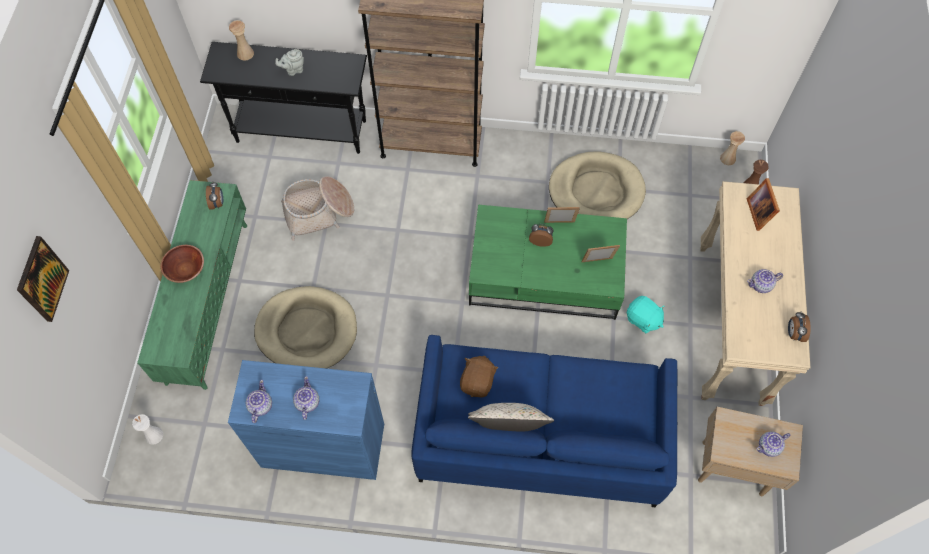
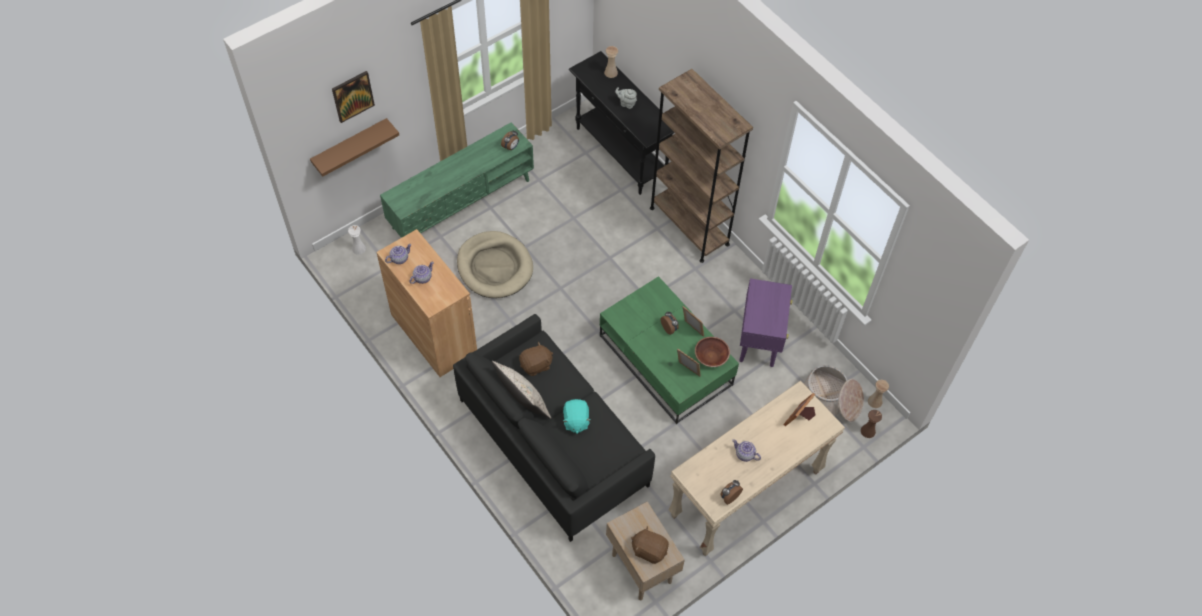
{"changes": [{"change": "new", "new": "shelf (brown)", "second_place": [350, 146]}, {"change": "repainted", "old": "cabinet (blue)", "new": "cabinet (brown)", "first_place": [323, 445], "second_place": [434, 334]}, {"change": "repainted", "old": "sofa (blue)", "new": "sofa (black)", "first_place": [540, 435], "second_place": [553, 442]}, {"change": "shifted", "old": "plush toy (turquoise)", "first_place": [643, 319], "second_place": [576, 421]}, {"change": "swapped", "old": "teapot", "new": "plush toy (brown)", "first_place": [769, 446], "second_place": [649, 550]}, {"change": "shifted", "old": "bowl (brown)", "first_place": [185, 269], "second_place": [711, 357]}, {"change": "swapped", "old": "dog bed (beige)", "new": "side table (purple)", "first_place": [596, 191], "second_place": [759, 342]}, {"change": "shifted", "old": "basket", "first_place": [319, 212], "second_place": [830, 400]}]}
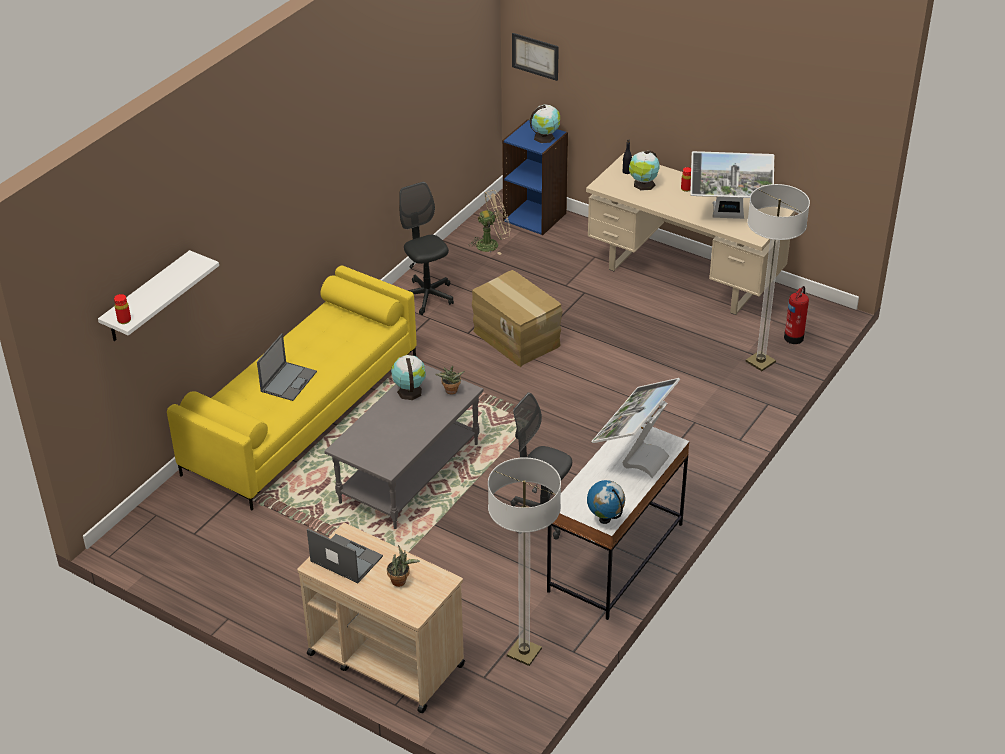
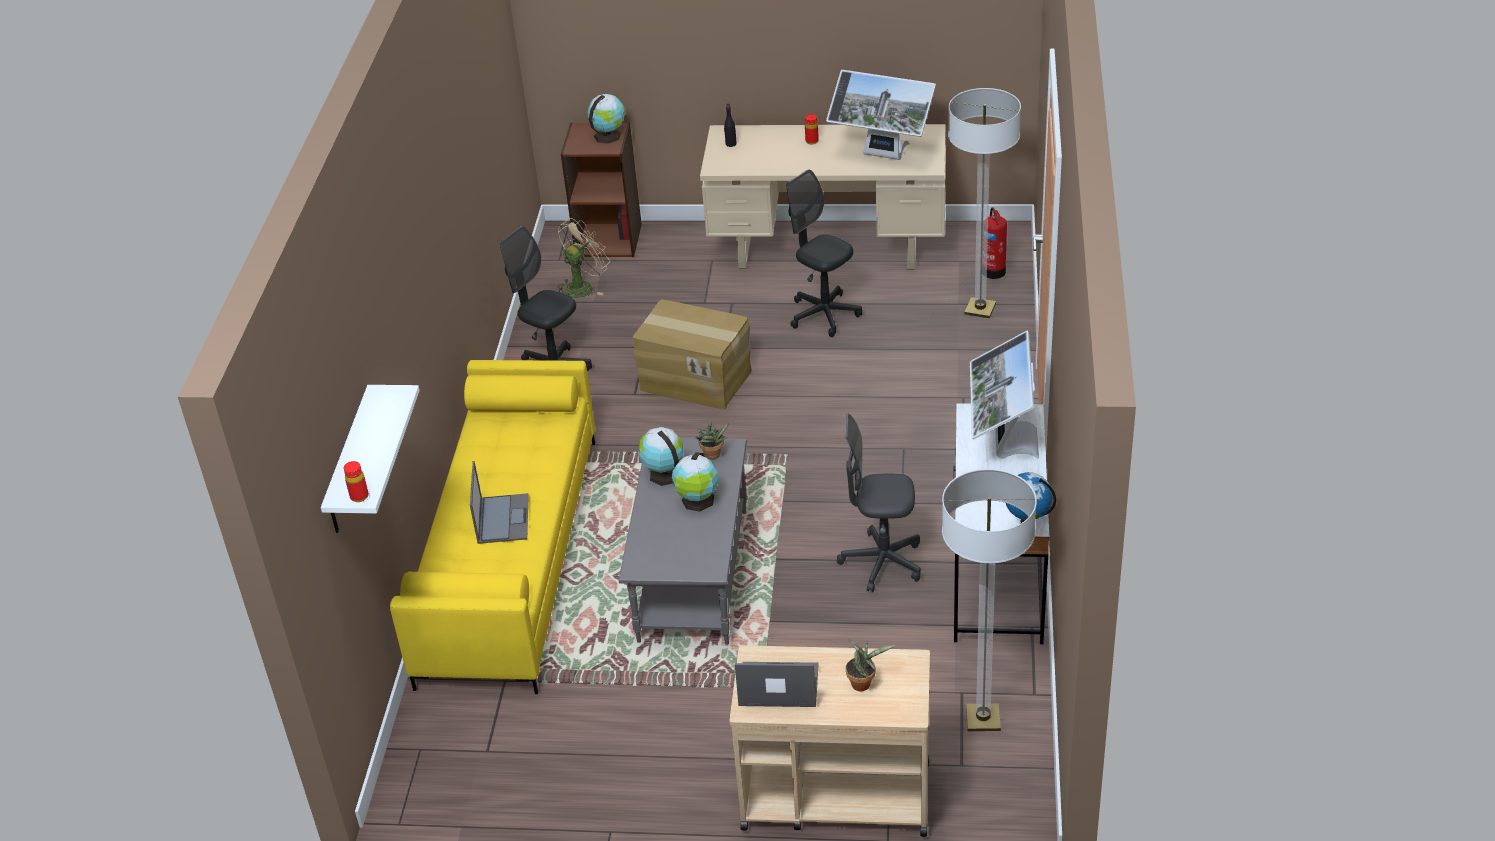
{"changes": [{"change": "repainted", "old": "bookcase (blue)", "new": "bookcase (brown)", "first_place": [535, 216], "second_place": [609, 239]}, {"change": "shifted", "old": "globe", "first_place": [643, 185], "second_place": [697, 501]}, {"change": "new", "new": "office chair (black)", "second_place": [824, 315]}, {"change": "rotated", "old": "monitor", "first_place": [728, 217], "second_place": [882, 156], "degrees": 45}, {"change": "gone", "old": "picture", "first_place": [535, 56]}]}
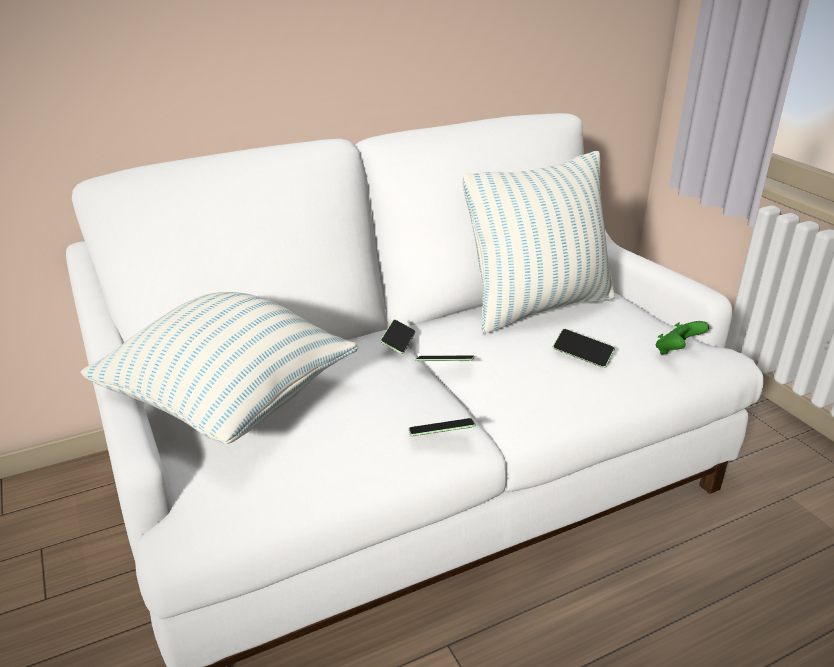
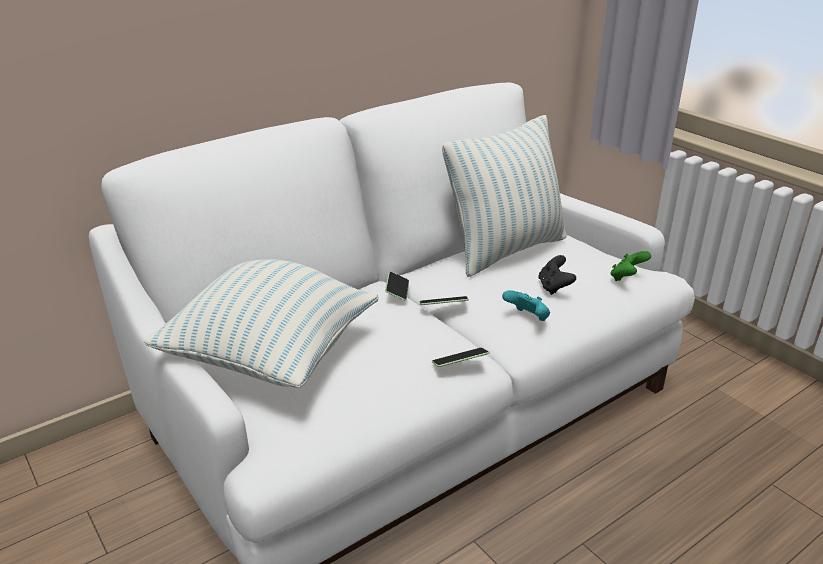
{"changes": [{"change": "new", "new": "game controller (turquoise)", "second_place": [527, 318]}, {"change": "swapped", "old": "phone", "new": "game controller (black)", "first_place": [582, 355], "second_place": [554, 287]}]}
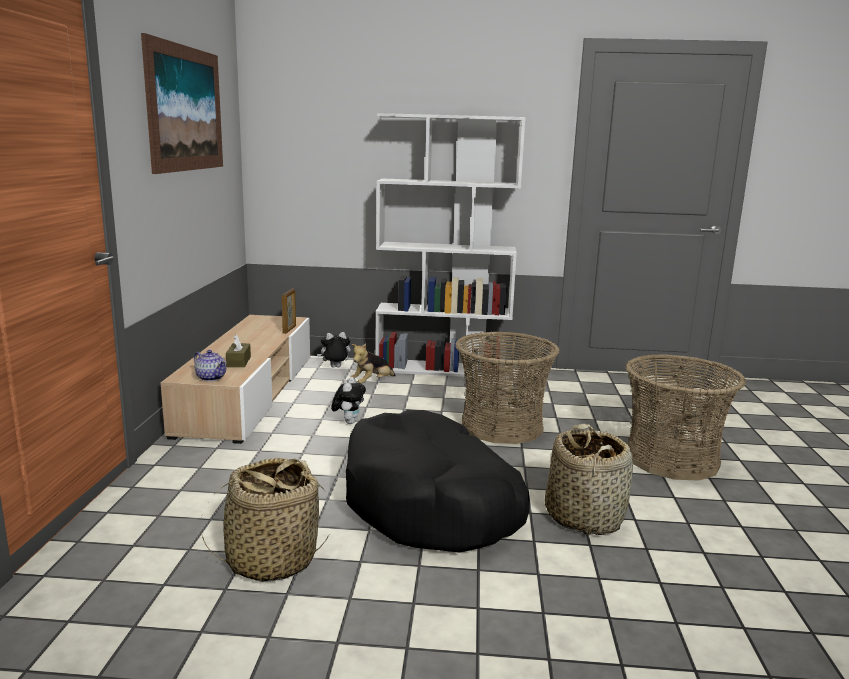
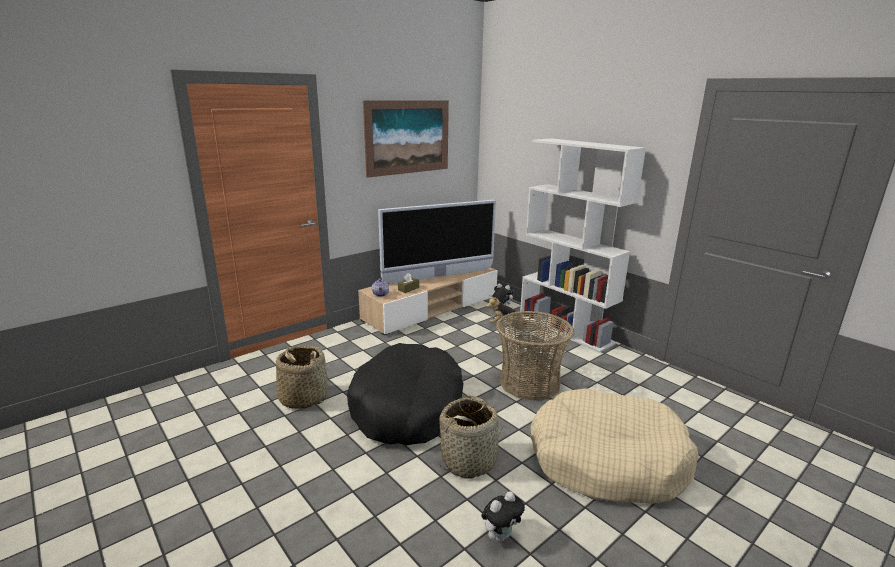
{"changes": [{"change": "new", "new": "television", "second_place": [439, 276]}, {"change": "shifted", "old": "plush toy", "first_place": [349, 422], "second_place": [501, 535]}, {"change": "swapped", "old": "basket", "new": "dog bed (beige)", "first_place": [671, 459], "second_place": [606, 460]}, {"change": "gone", "old": "picture frame", "first_place": [289, 329]}]}
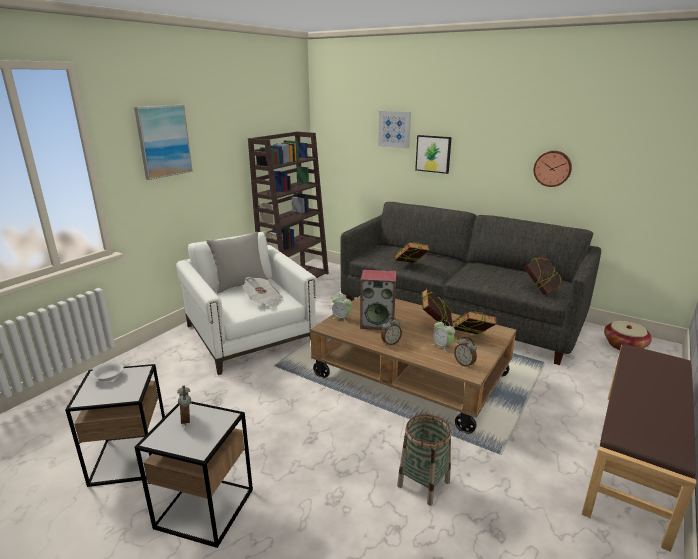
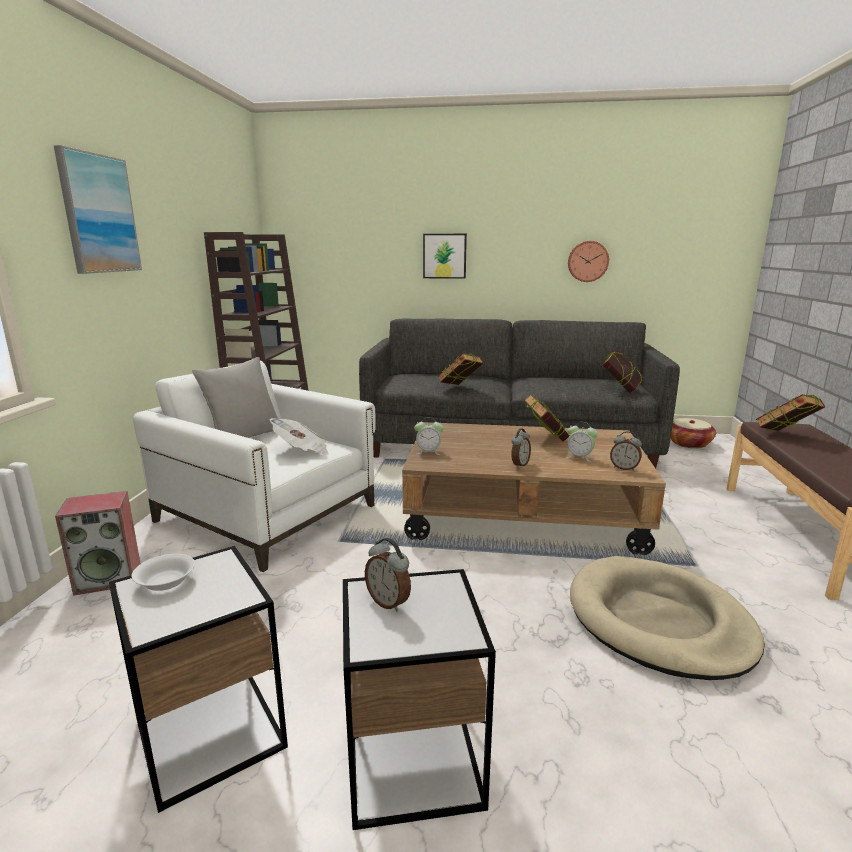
{"changes": [{"change": "shifted", "old": "speaker", "first_place": [378, 323], "second_place": [109, 578]}, {"change": "swapped", "old": "basket", "new": "dog bed (beige)", "first_place": [423, 484], "second_place": [658, 621]}, {"change": "shifted", "old": "book", "first_place": [471, 340], "second_place": [785, 436]}, {"change": "gone", "old": "picture", "first_place": [394, 129]}]}
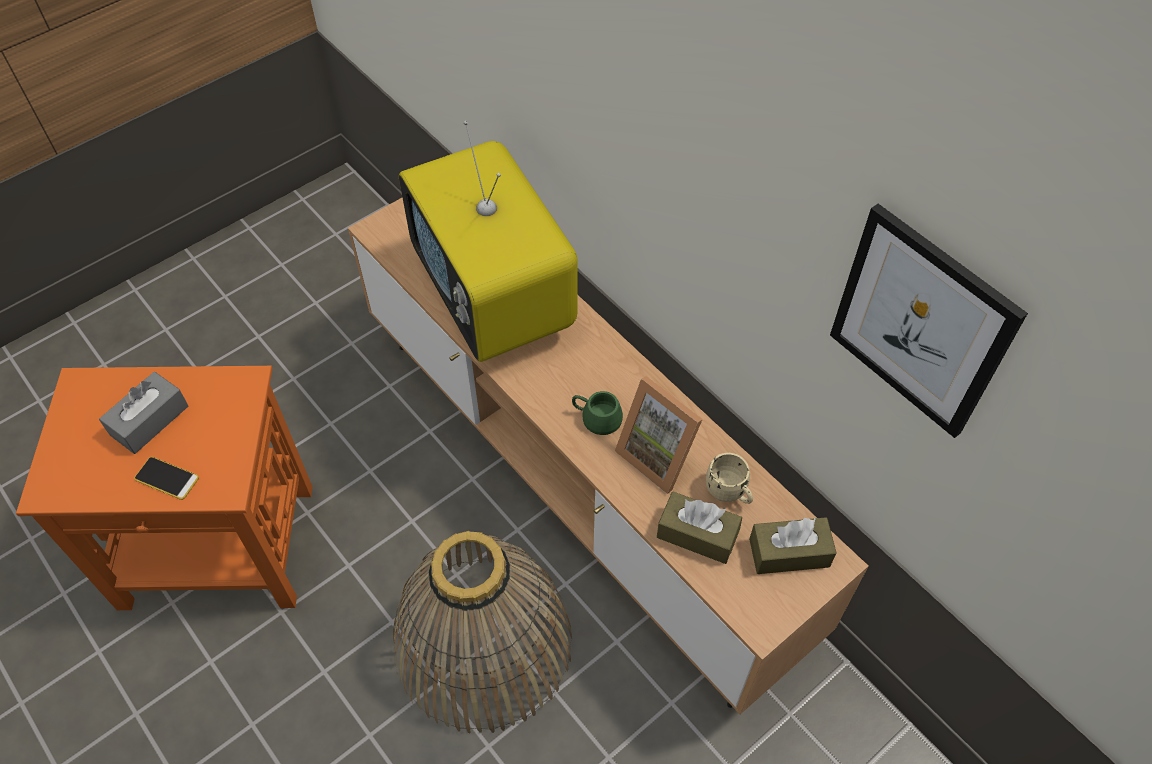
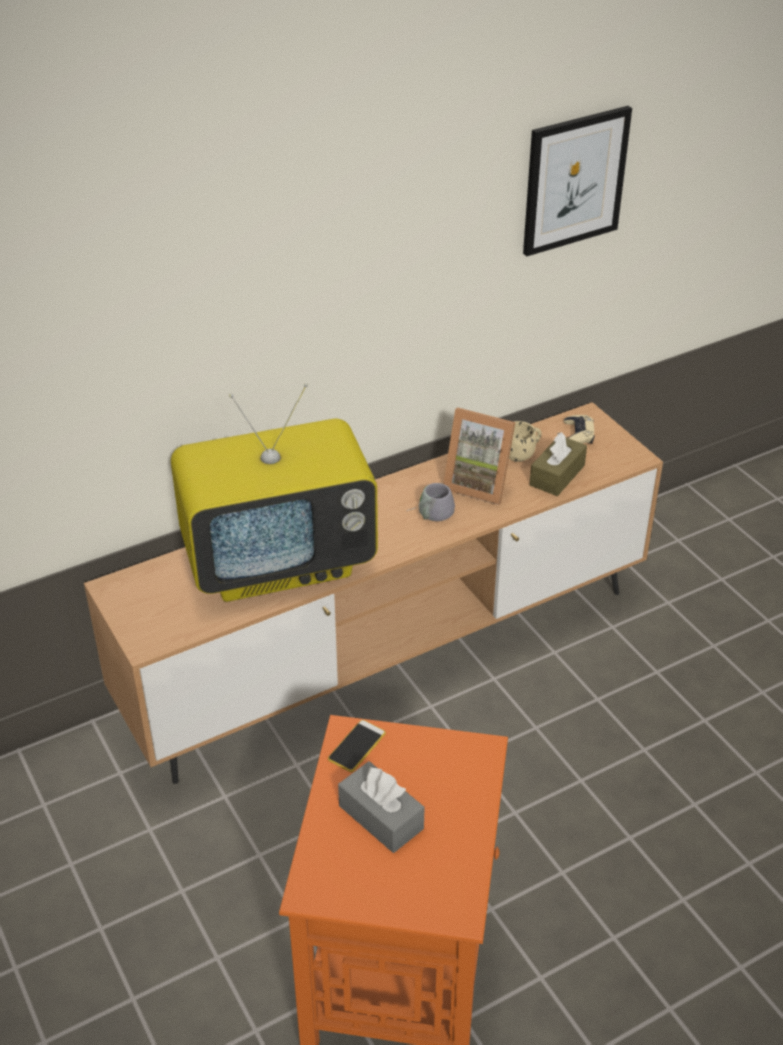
{"changes": [{"change": "shifted", "old": "phone", "first_place": [167, 478], "second_place": [356, 746]}, {"change": "repainted", "old": "mug (green)", "new": "mug (grey)", "first_place": [598, 414], "second_place": [430, 512]}, {"change": "rotated", "old": "picture frame", "first_place": [660, 454], "second_place": [479, 484], "degrees": 60}, {"change": "swapped", "old": "tissue box (brown)", "new": "game controller (beige)", "first_place": [789, 553], "second_place": [578, 434]}, {"change": "gone", "old": "basket", "first_place": [483, 644]}]}
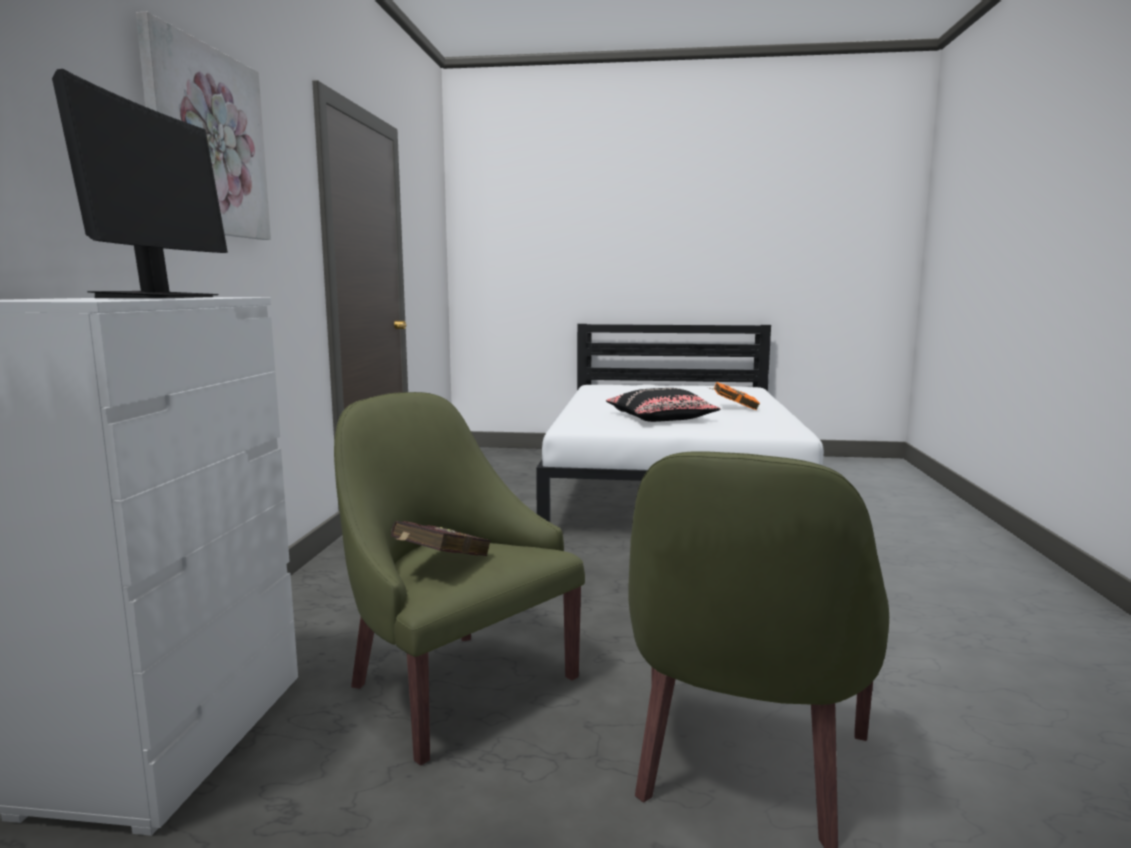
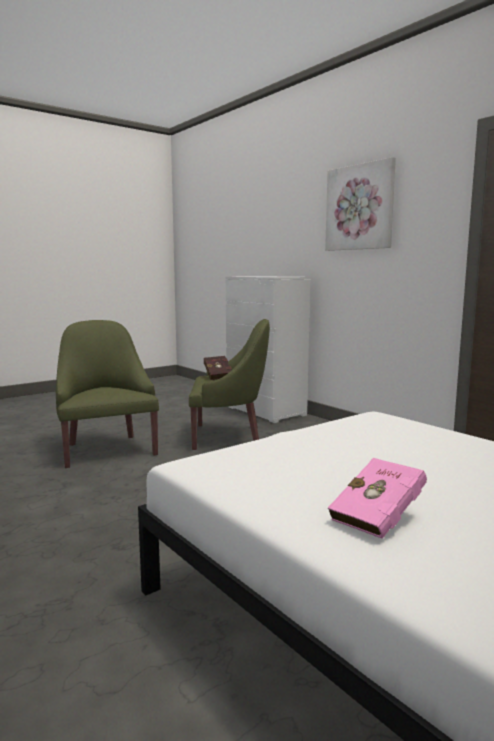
{"changes": [{"change": "repainted", "old": "book (orange)", "new": "book (pink)", "first_place": [733, 407], "second_place": [380, 517]}, {"change": "gone", "old": "monitor", "first_place": [158, 297]}, {"change": "gone", "old": "pillow (black)", "first_place": [661, 418]}]}
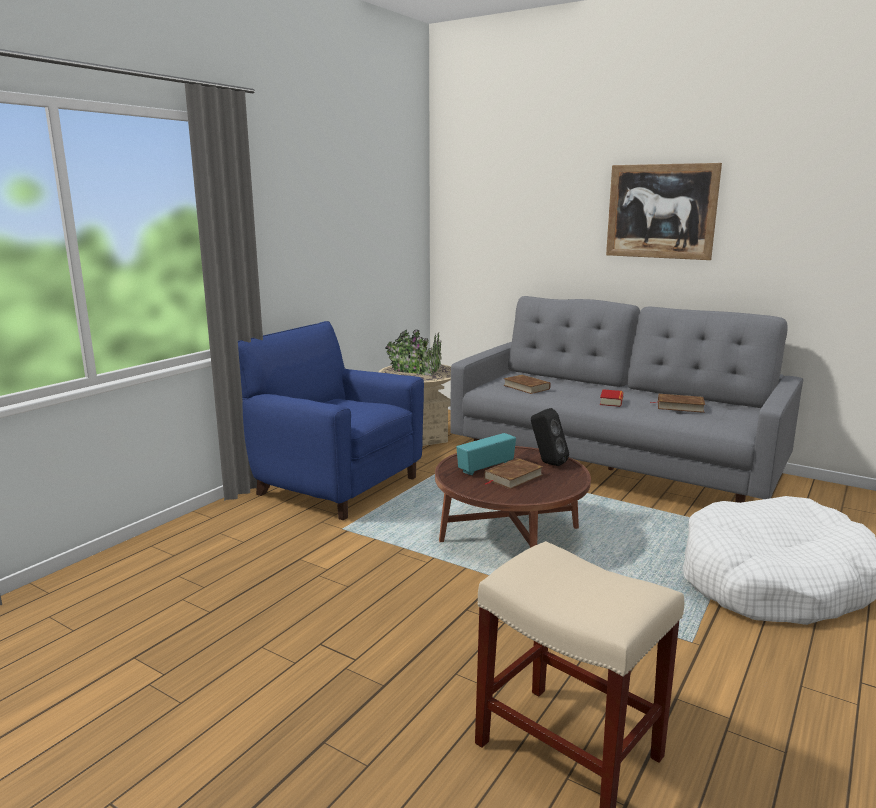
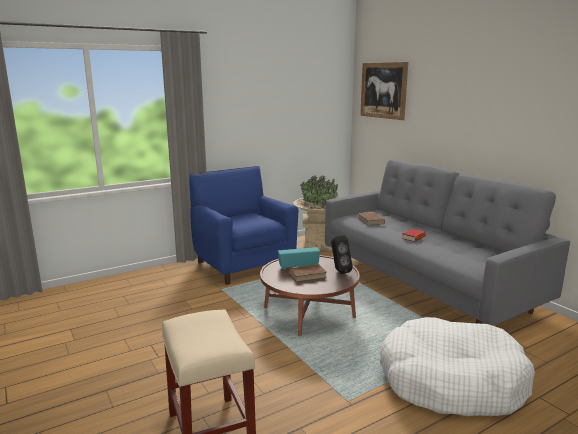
{"changes": [{"change": "shifted", "old": "picture", "first_place": [661, 211], "second_place": [383, 90]}, {"change": "gone", "old": "book (brown)", "first_place": [680, 406]}]}
